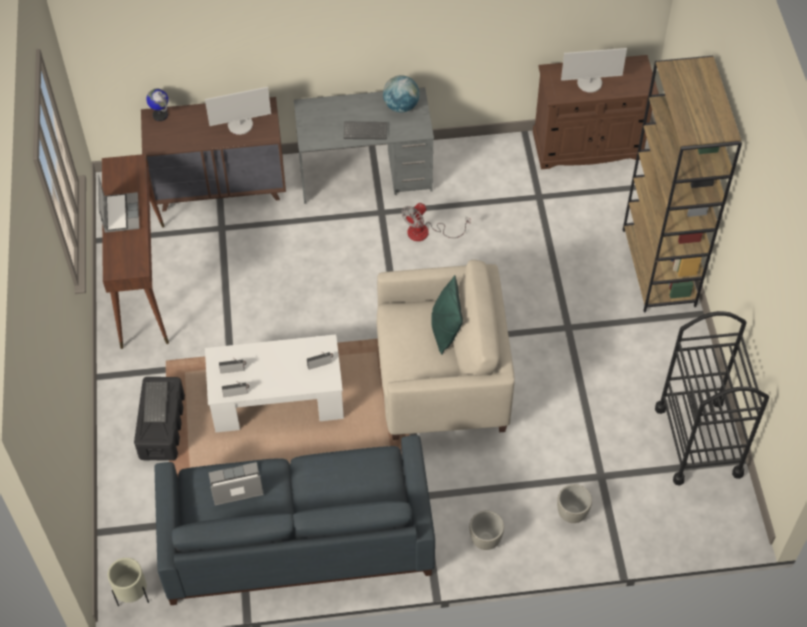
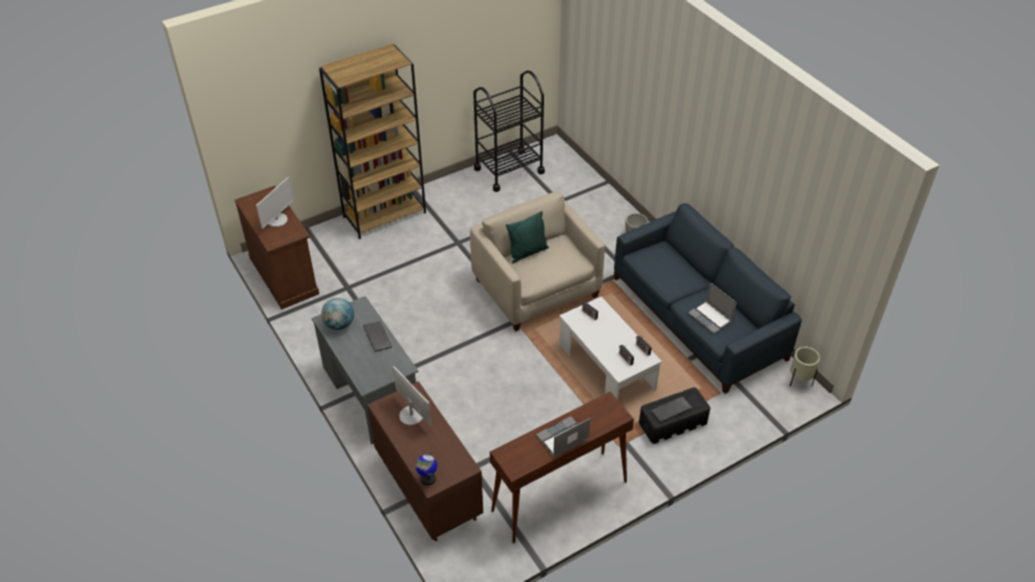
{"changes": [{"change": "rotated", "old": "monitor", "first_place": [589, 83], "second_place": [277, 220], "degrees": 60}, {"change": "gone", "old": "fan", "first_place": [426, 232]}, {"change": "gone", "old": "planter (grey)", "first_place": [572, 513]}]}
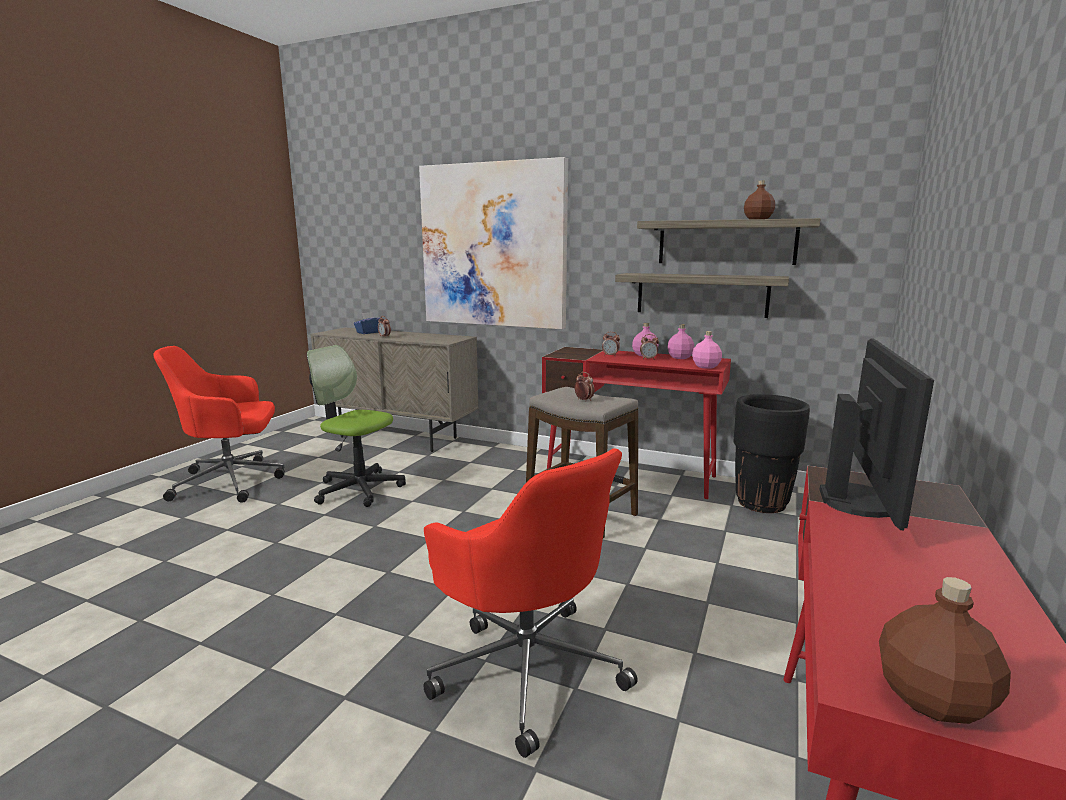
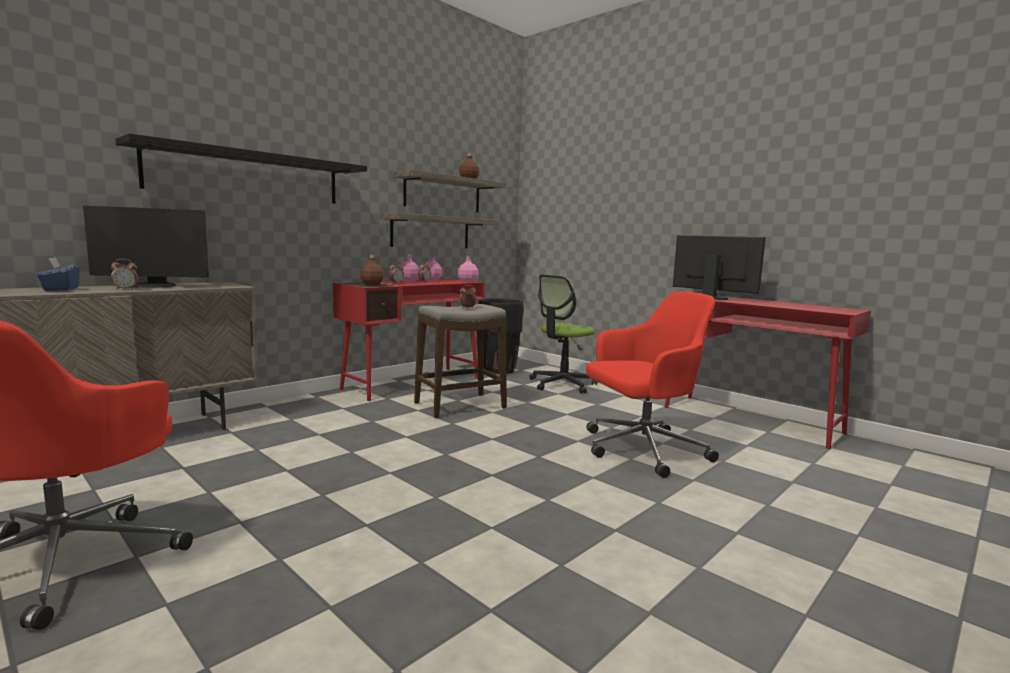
{"changes": [{"change": "new", "new": "monitor", "second_place": [152, 286]}, {"change": "swapped", "old": "picture", "new": "shelf (black)", "first_place": [494, 246], "second_place": [248, 176]}, {"change": "shifted", "old": "bottle (brown)", "first_place": [932, 699], "second_place": [371, 284]}, {"change": "shifted", "old": "office chair", "first_place": [359, 489], "second_place": [562, 384]}]}
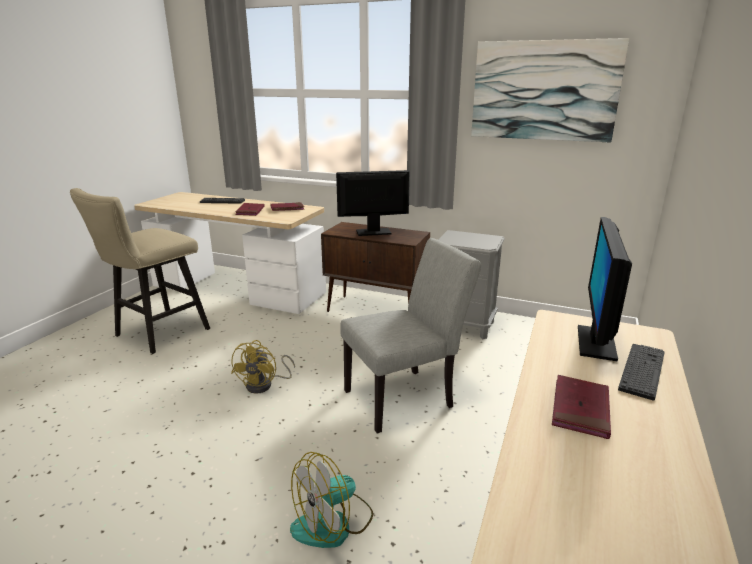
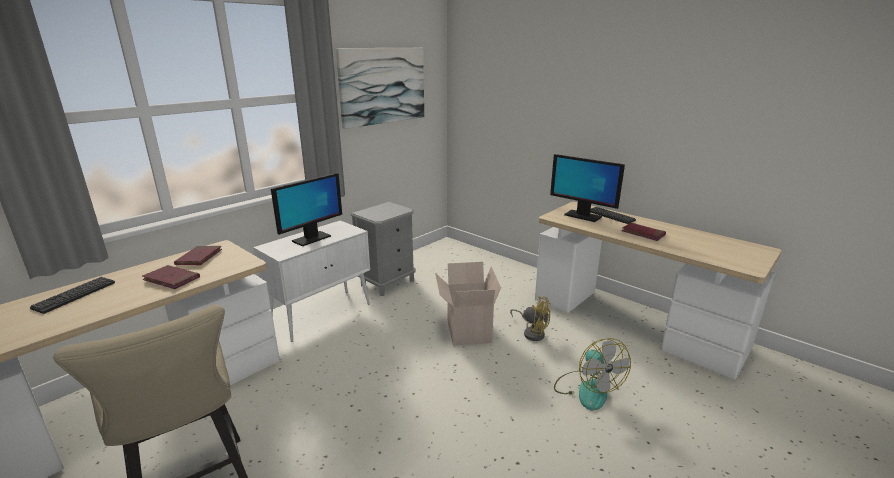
{"changes": [{"change": "repainted", "old": "cabinet (brown)", "new": "cabinet (white)", "first_place": [376, 311], "second_place": [322, 314]}, {"change": "rotated", "old": "monitor", "first_place": [374, 232], "second_place": [311, 239], "degrees": -150}, {"change": "swapped", "old": "chair (grey)", "new": "cardboard box", "first_place": [406, 397], "second_place": [467, 331]}, {"change": "shifted", "old": "fan (yellow)", "first_place": [265, 385], "second_place": [532, 332]}]}
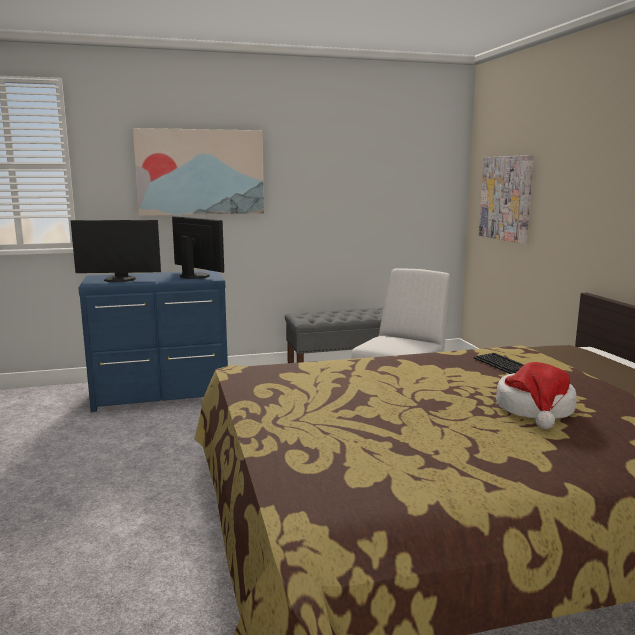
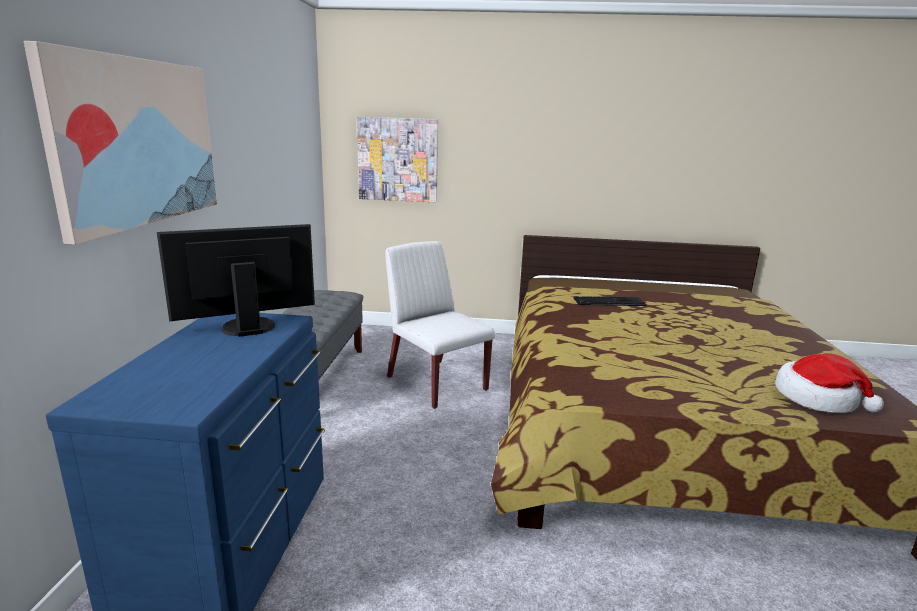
{"changes": [{"change": "shifted", "old": "hat", "first_place": [535, 409], "second_place": [818, 399]}, {"change": "gone", "old": "monitor", "first_place": [119, 280]}]}
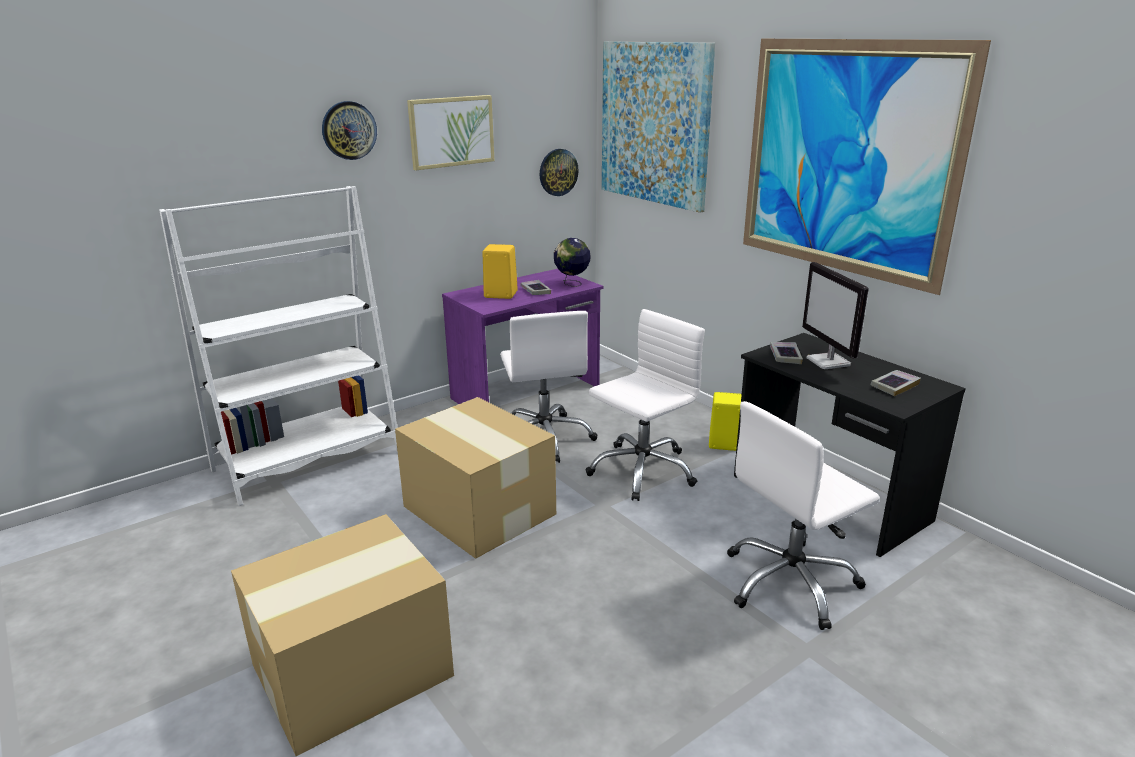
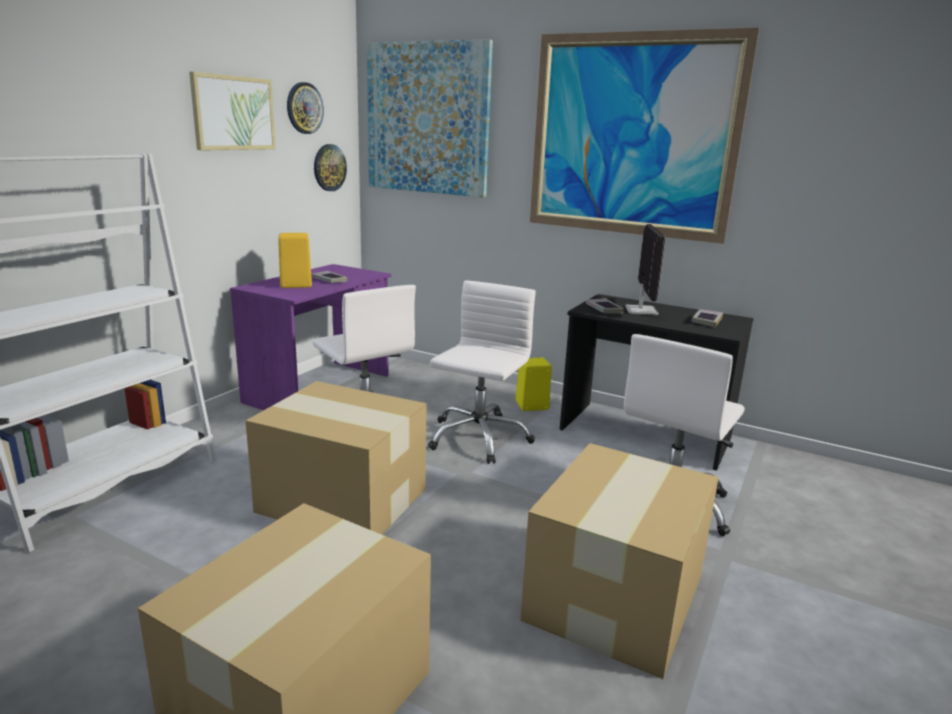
{"changes": [{"change": "shifted", "old": "wall clock", "first_place": [349, 130], "second_place": [304, 108]}, {"change": "new", "new": "cardboard box", "second_place": [617, 596]}, {"change": "rotated", "old": "monitor", "first_place": [829, 362], "second_place": [641, 310], "degrees": -135}, {"change": "gone", "old": "globe", "first_place": [572, 284]}]}
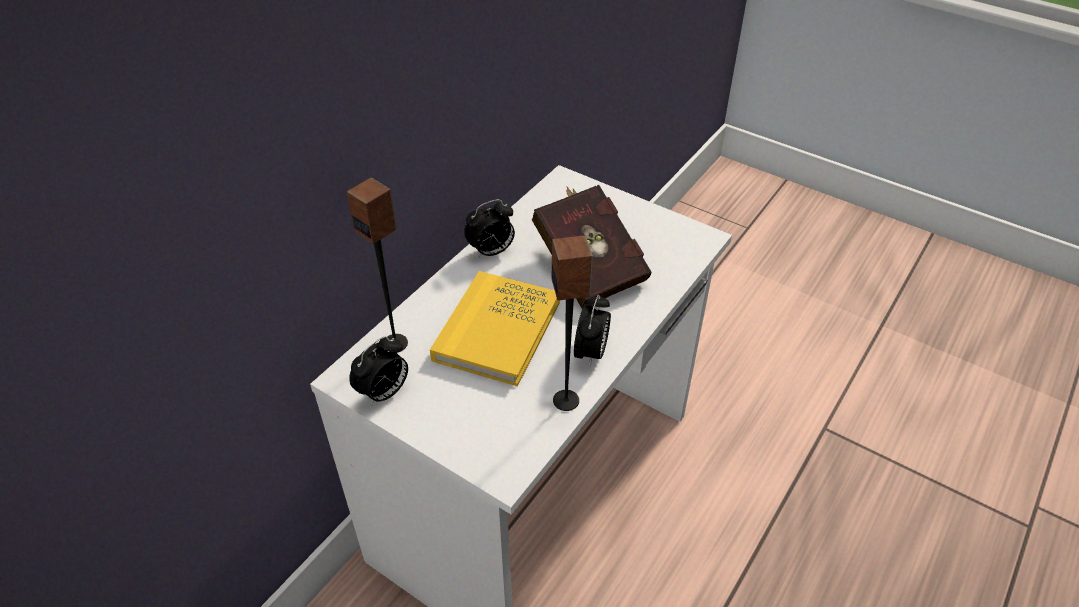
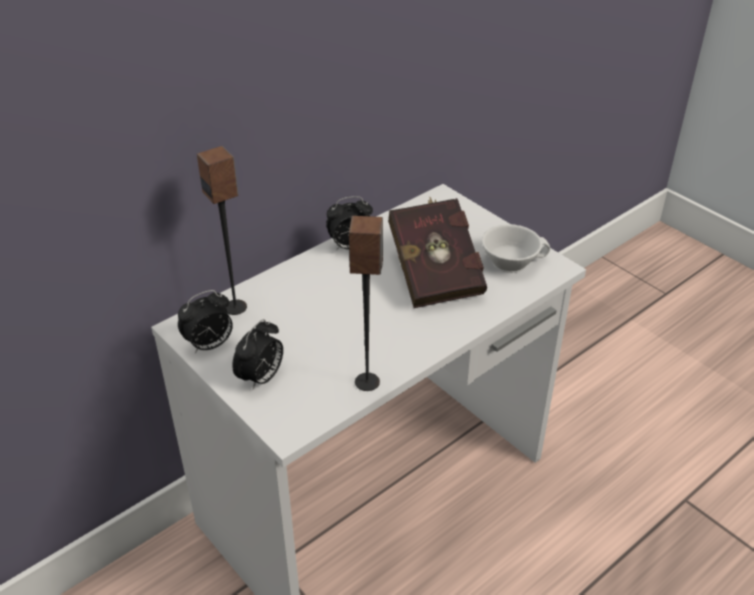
{"changes": [{"change": "shifted", "old": "alarm clock", "first_place": [591, 353], "second_place": [261, 378]}, {"change": "new", "new": "cup (white)", "second_place": [510, 260]}, {"change": "gone", "old": "book (yellow)", "first_place": [497, 331]}]}
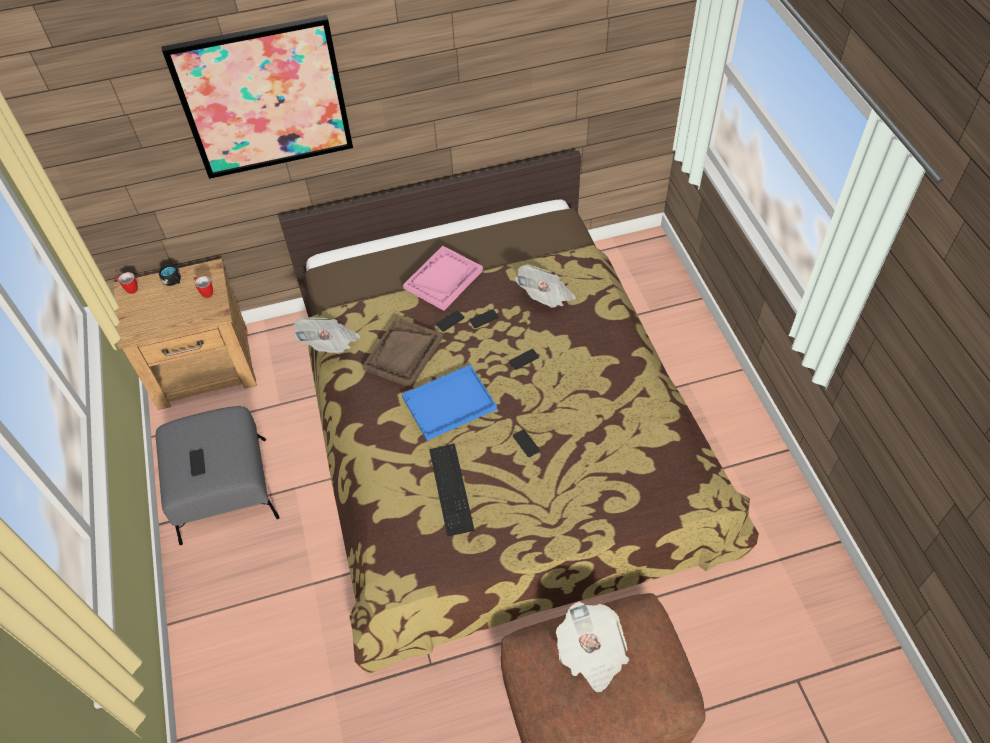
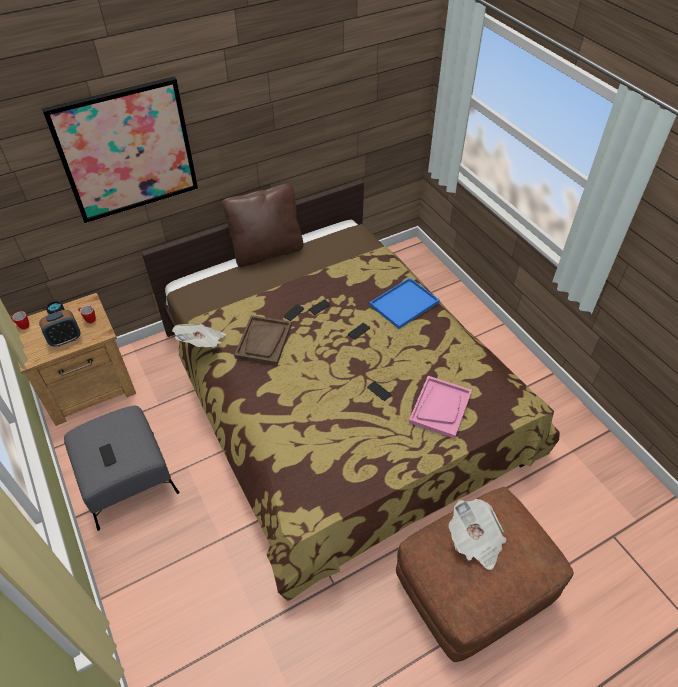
{"changes": [{"change": "new", "new": "alarm clock", "second_place": [65, 339]}, {"change": "new", "new": "pillow (brown)", "second_place": [267, 252]}, {"change": "shifted", "old": "tray (blue)", "first_place": [450, 402], "second_place": [404, 303]}, {"change": "shifted", "old": "tray (pink)", "first_place": [443, 279], "second_place": [440, 407]}, {"change": "gone", "old": "keyboard", "first_place": [451, 489]}, {"change": "gone", "old": "newspaper", "first_place": [545, 297]}]}
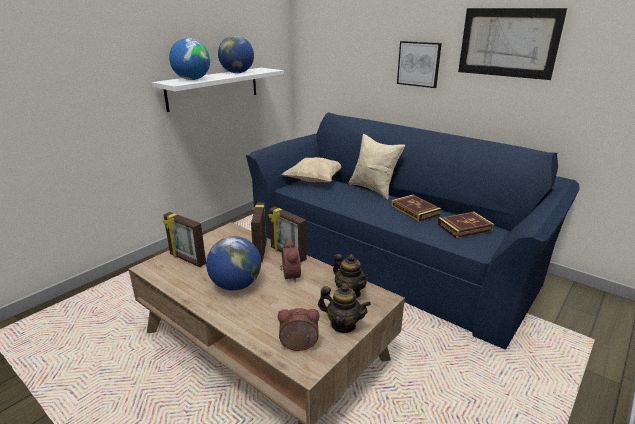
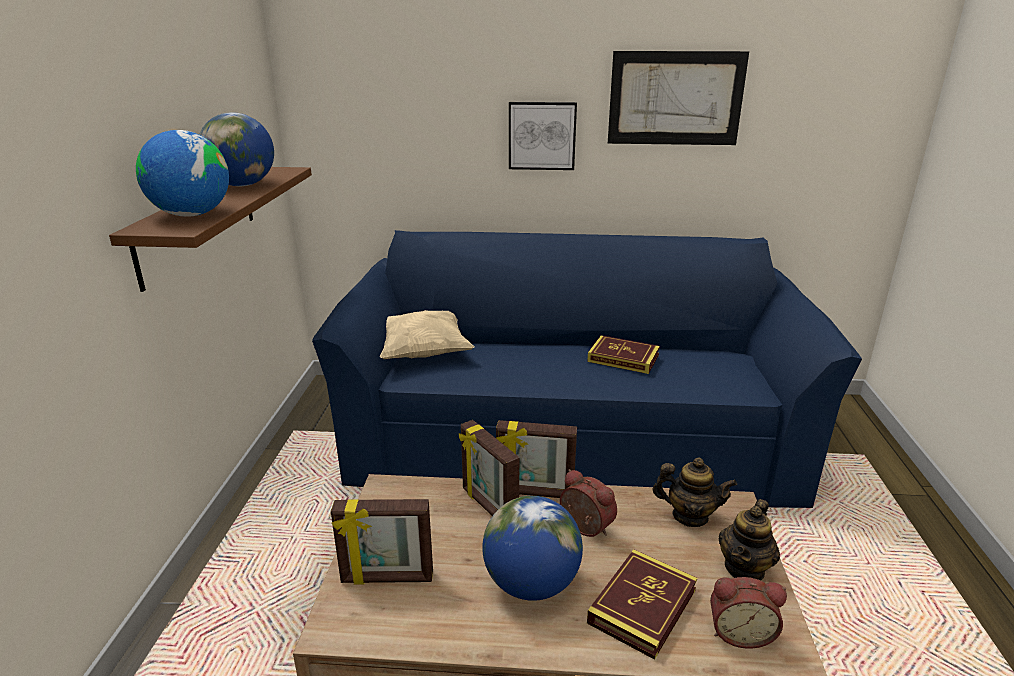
{"changes": [{"change": "repainted", "old": "shelf (white)", "new": "shelf (brown)", "first_place": [213, 88], "second_place": [198, 222]}, {"change": "shifted", "old": "book", "first_place": [464, 227], "second_place": [642, 606]}, {"change": "rotated", "old": "alarm clock", "first_place": [299, 346], "second_place": [740, 632], "degrees": -135}, {"change": "rotated", "old": "teapot", "first_place": [343, 325], "second_place": [745, 569], "degrees": 135}, {"change": "gone", "old": "pillow (beige)", "first_place": [373, 189]}]}
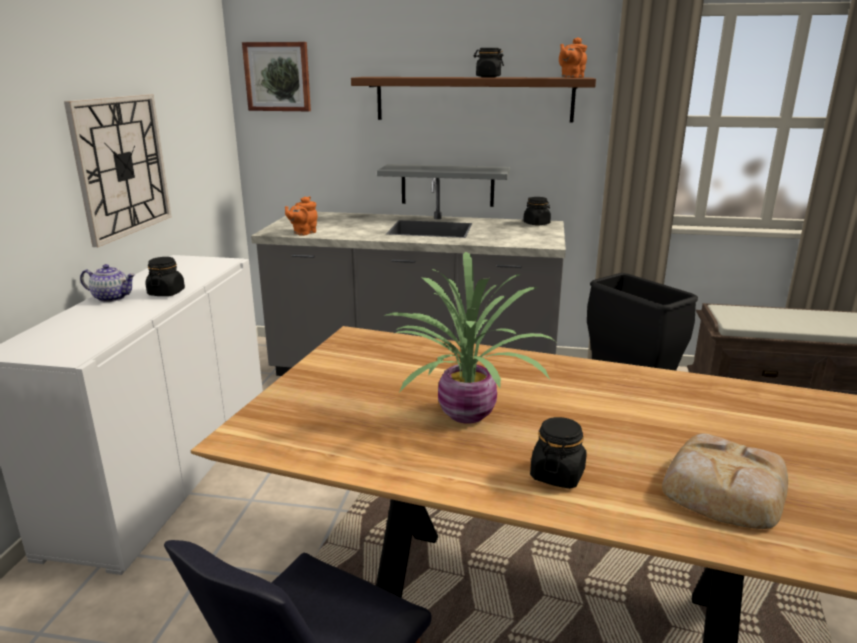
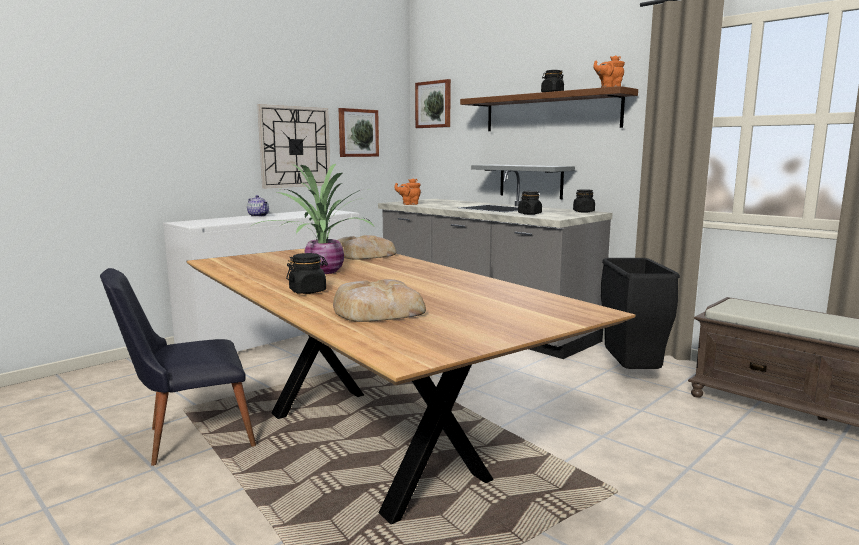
{"changes": [{"change": "new", "new": "bread", "second_place": [362, 255]}, {"change": "new", "new": "picture", "second_place": [358, 133]}, {"change": "shifted", "old": "jar (black)", "first_place": [166, 293], "second_place": [529, 214]}]}
